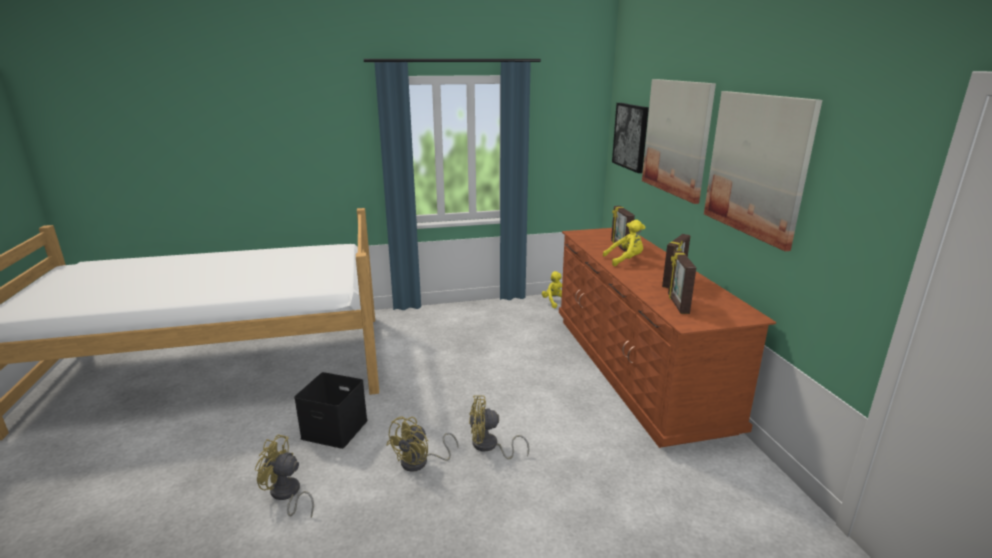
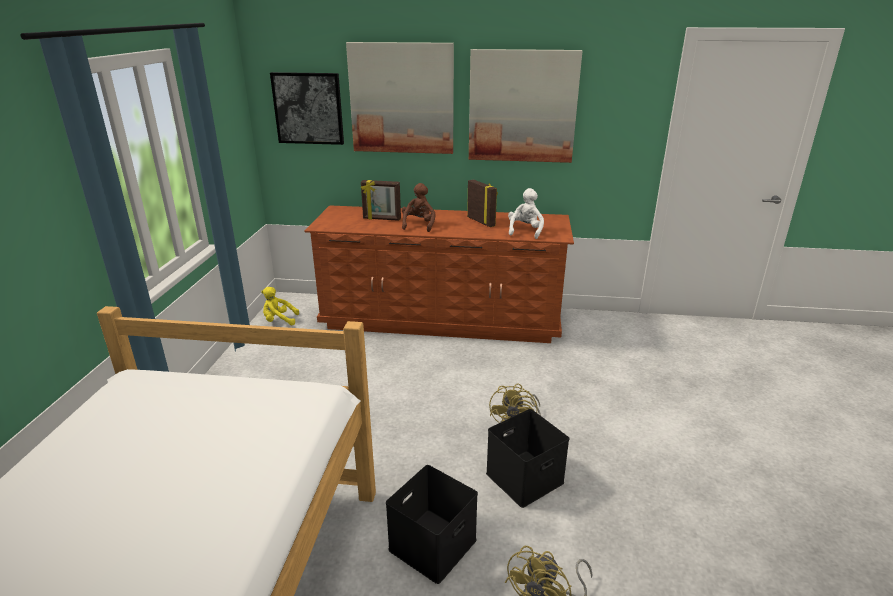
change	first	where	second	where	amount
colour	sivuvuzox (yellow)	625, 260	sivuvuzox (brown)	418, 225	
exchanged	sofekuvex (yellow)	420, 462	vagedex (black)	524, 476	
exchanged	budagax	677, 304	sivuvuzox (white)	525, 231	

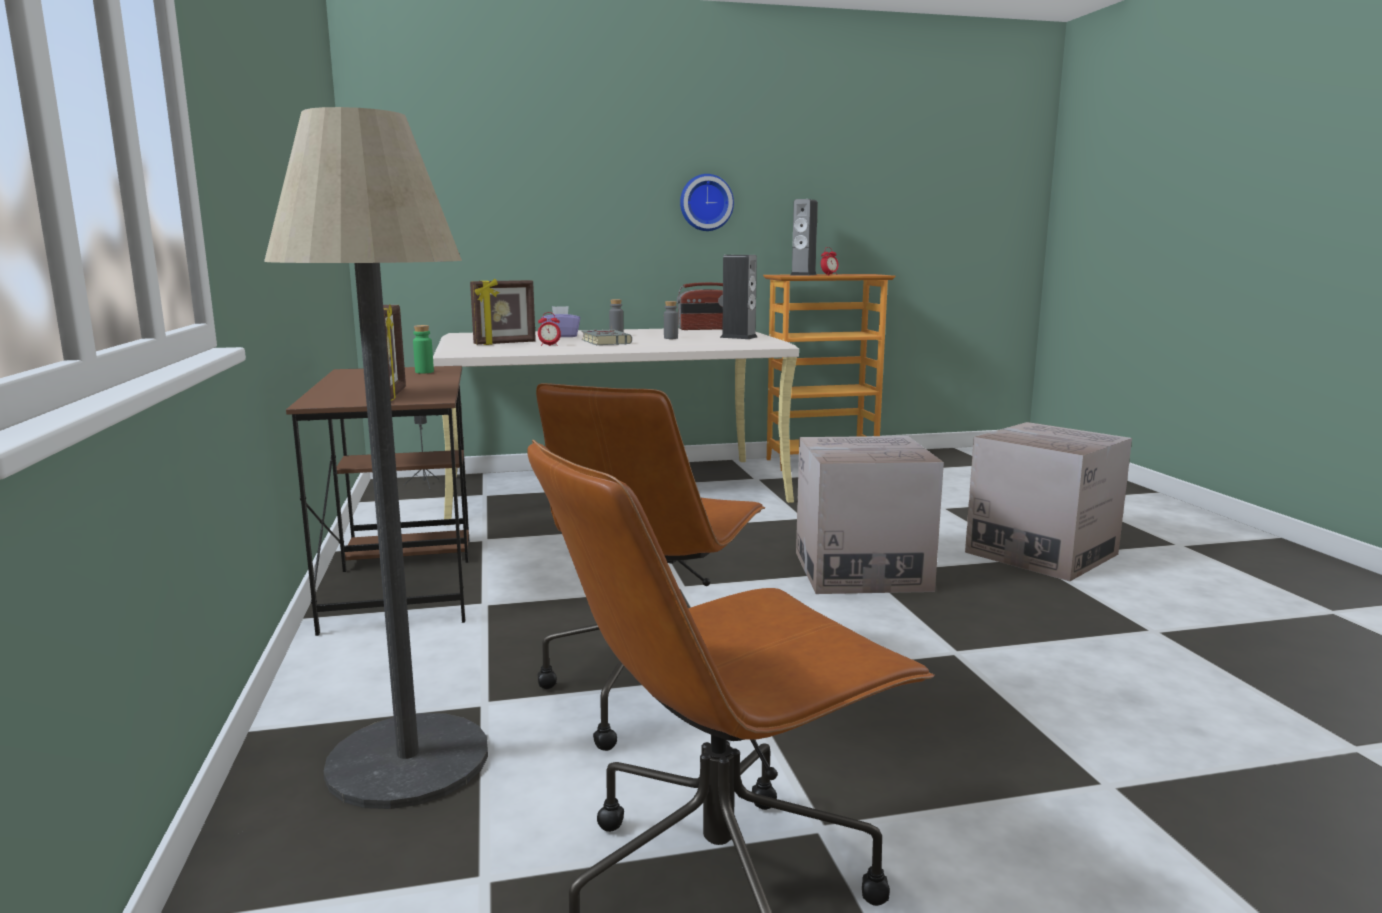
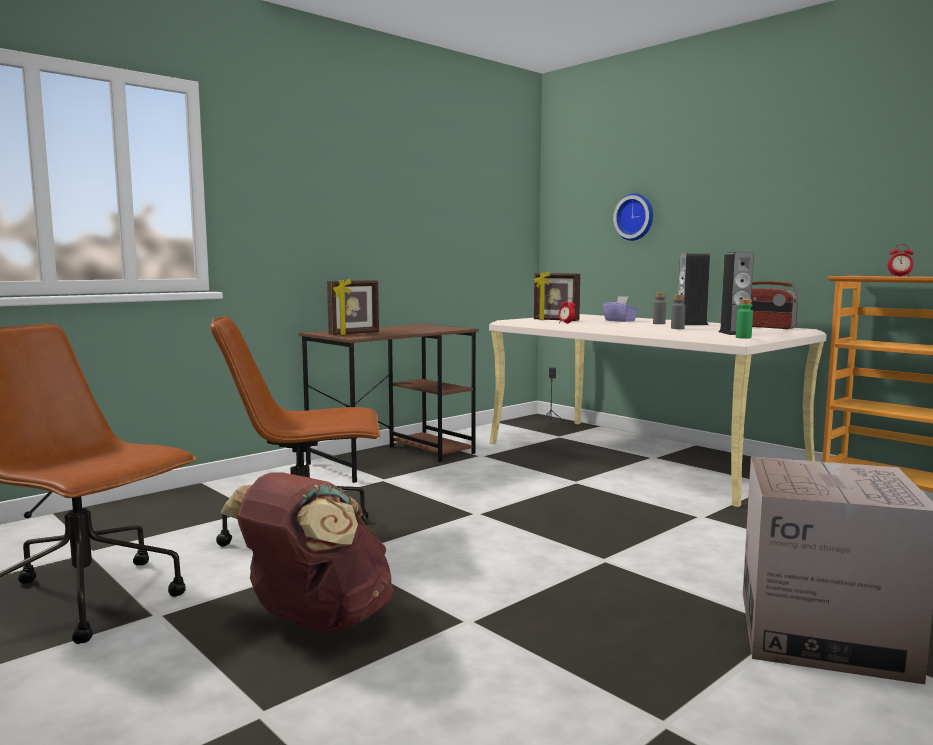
change	first	where	second	where	amount
appeared			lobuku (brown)	316, 621	
relocated	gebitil	705, 202		635, 217	
relocated	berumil	803, 275		691, 324	
relocated	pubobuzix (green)	424, 372		743, 337	
missing	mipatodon	409, 760			
missing	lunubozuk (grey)	605, 342			
missing	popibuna	861, 571			

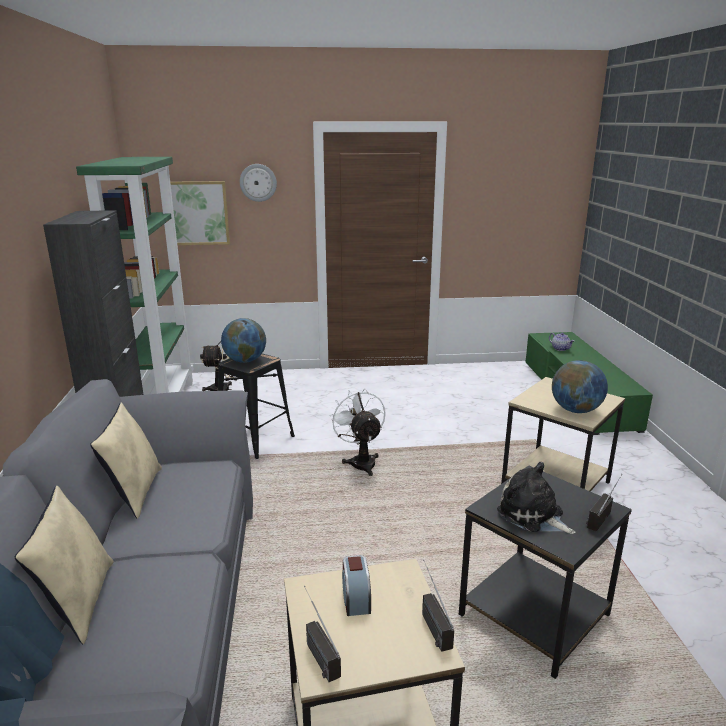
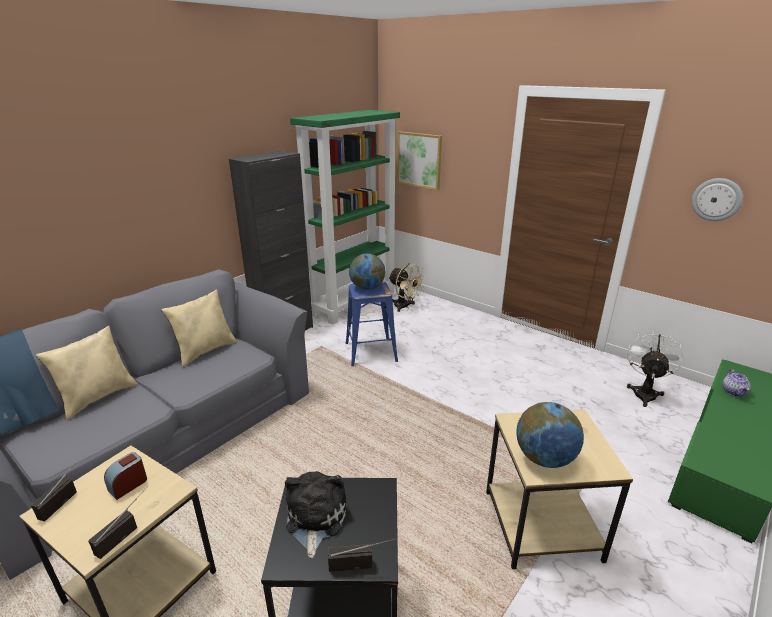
change	first	where	second	where	amount
colour	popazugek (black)	254, 439	popazugek (blue)	370, 351	
relocated	sofekuvex (white)	361, 461		644, 392	
relocated	gebitil	258, 182		716, 199	

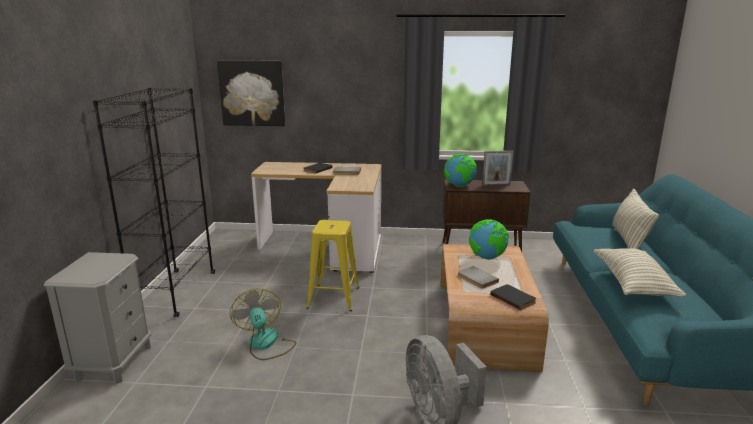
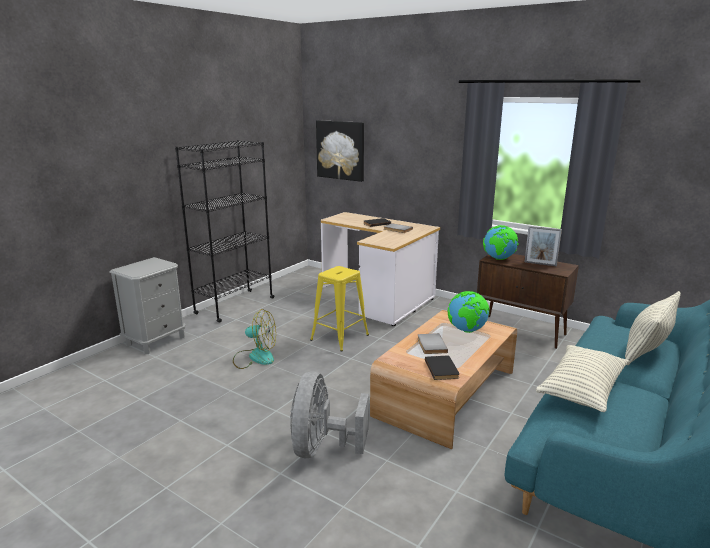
change	first	where	second	where	amount
spun	sofekuvex	265, 344		255, 357	90 degrees clockwise

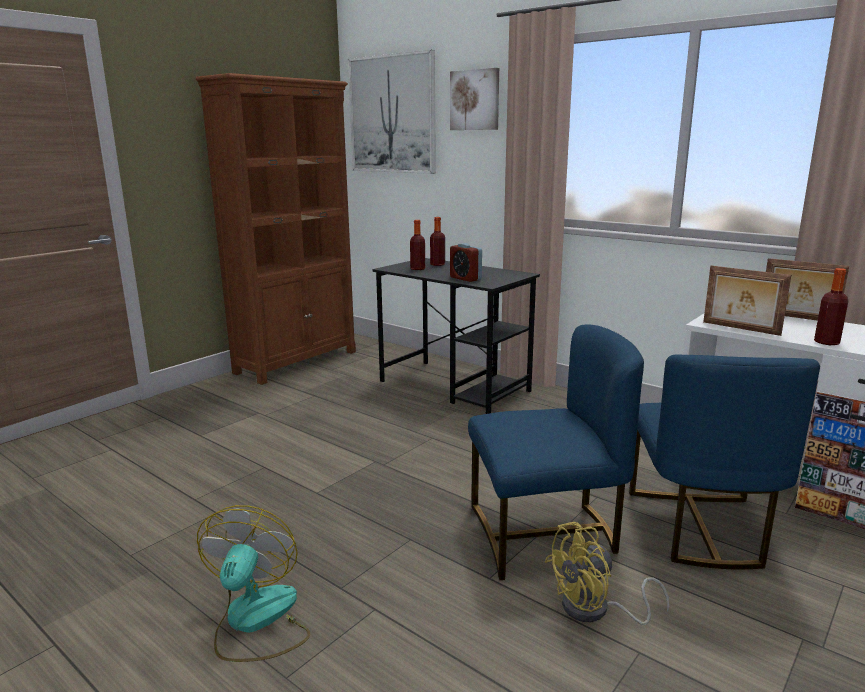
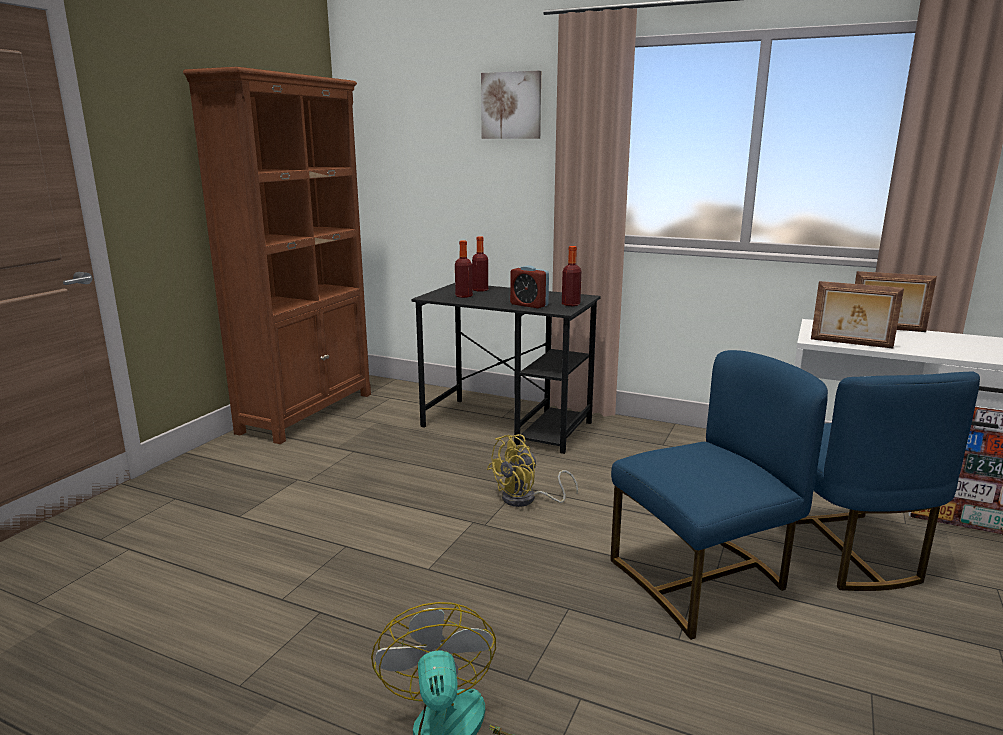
change	first	where	second	where	amount
relocated	sofekuvex (yellow)	595, 610		526, 500	
relocated	pubobuzix	826, 342		570, 304	
missing	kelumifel	392, 114			

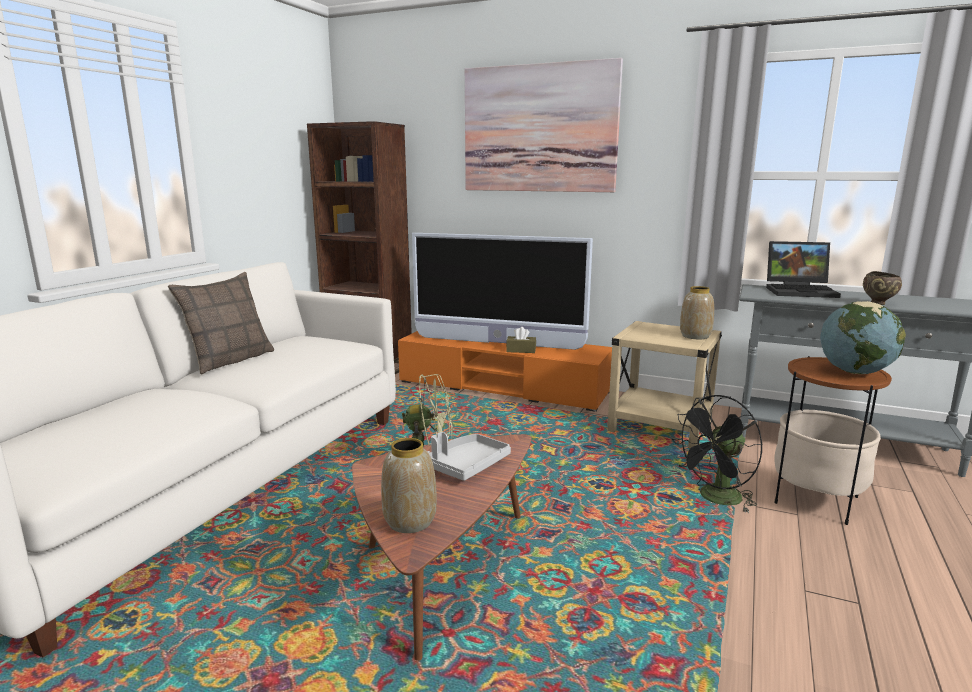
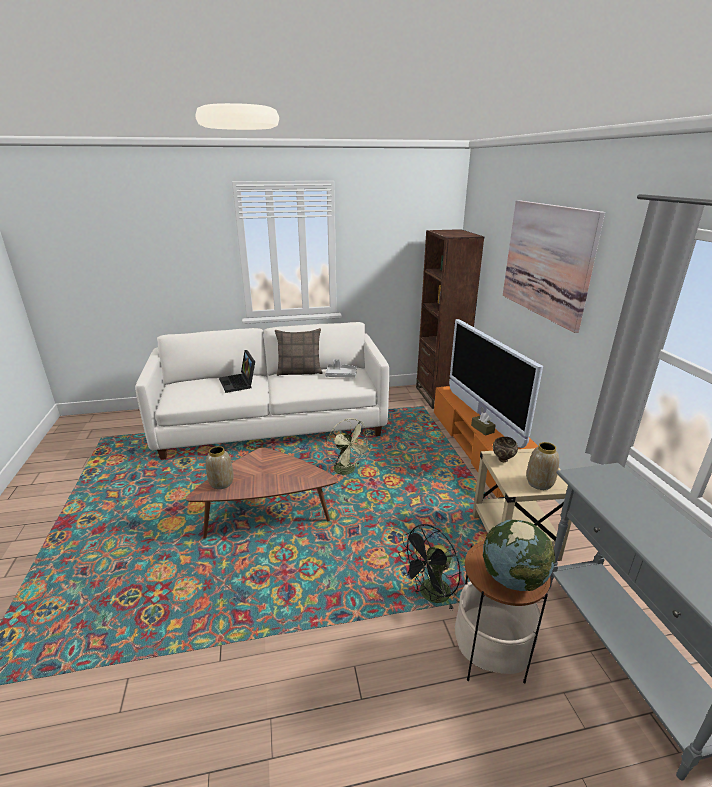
change	first	where	second	where	amount
relocated	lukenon	801, 291		239, 383	
relocated	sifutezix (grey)	466, 465		341, 375	
spun	sofekuvex (black)	715, 499		430, 596	60 degrees counterclockwise
relocated	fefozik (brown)	878, 303		502, 460	

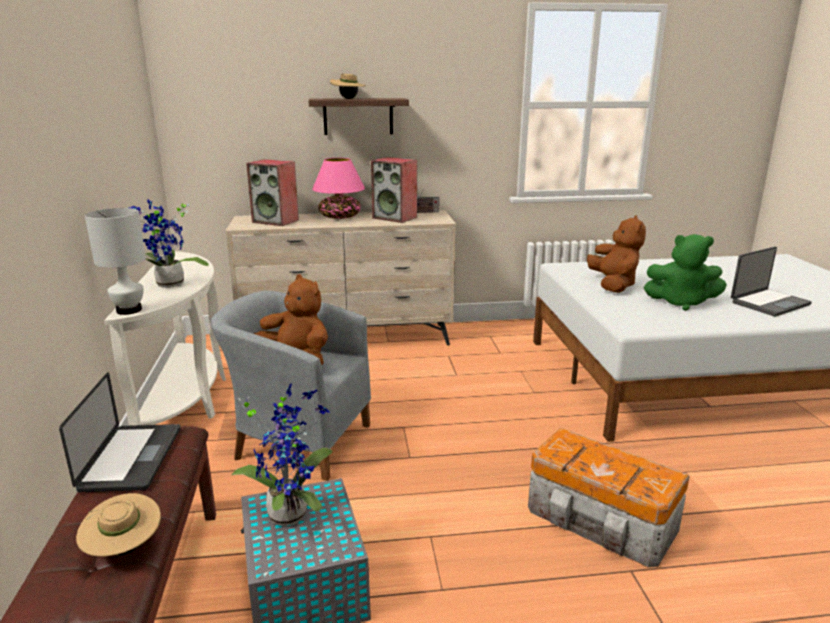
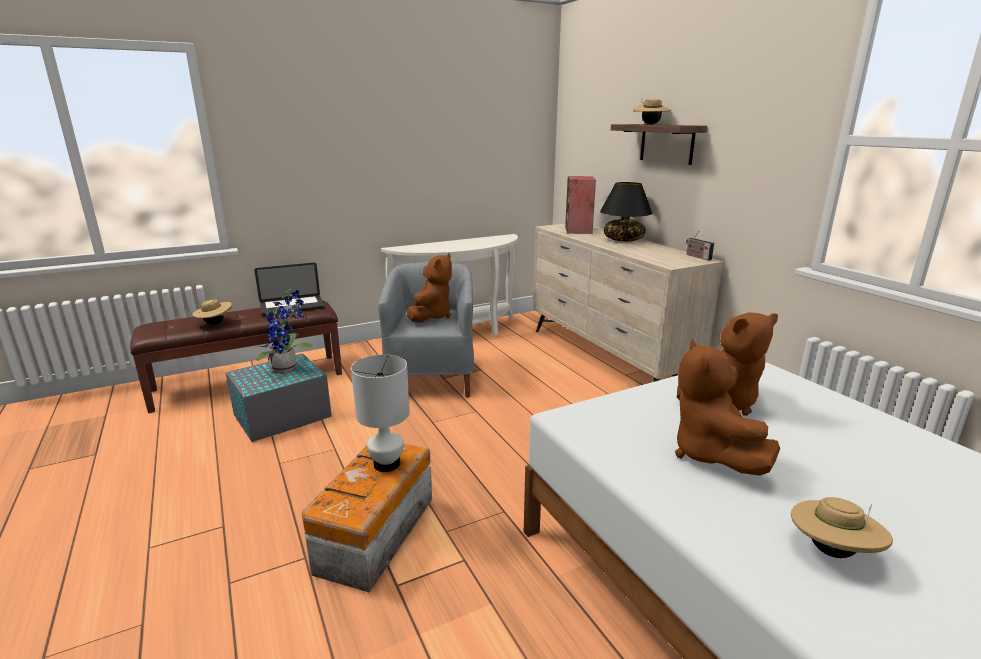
change	first	where	second	where	amount
relocated	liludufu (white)	129, 310		387, 464	
colour	liludufu (pink)	339, 217	liludufu (black)	623, 239	
colour	sivuvuzox (green)	681, 302	sivuvuzox (brown)	711, 454	
exchanged	lukenon	768, 303	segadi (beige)	832, 551	
missing	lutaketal	168, 285			
missing	berumil	395, 218			

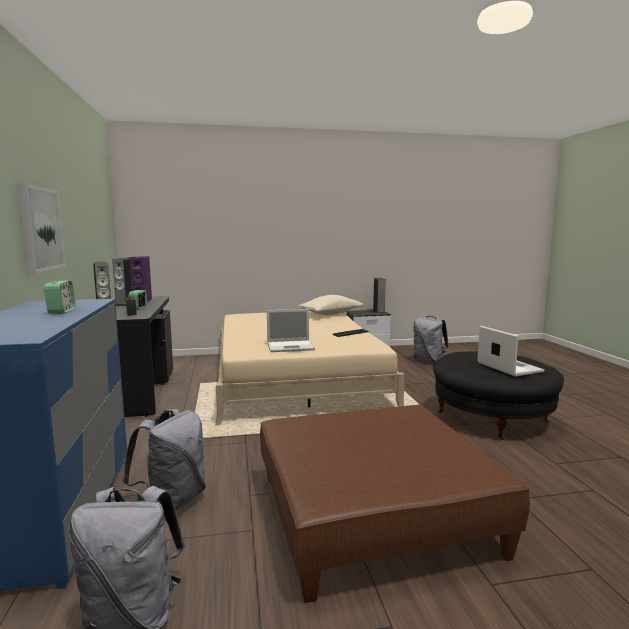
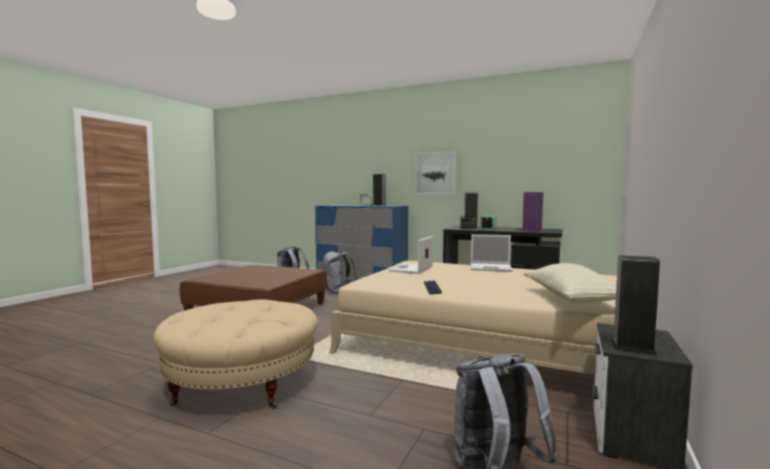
change	first	where	second	where	amount
colour	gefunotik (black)	492, 417	gefunotik (beige)	242, 383	
relocated	berumil	124, 304		379, 205	
relocated	lukenon	508, 367		491, 268	

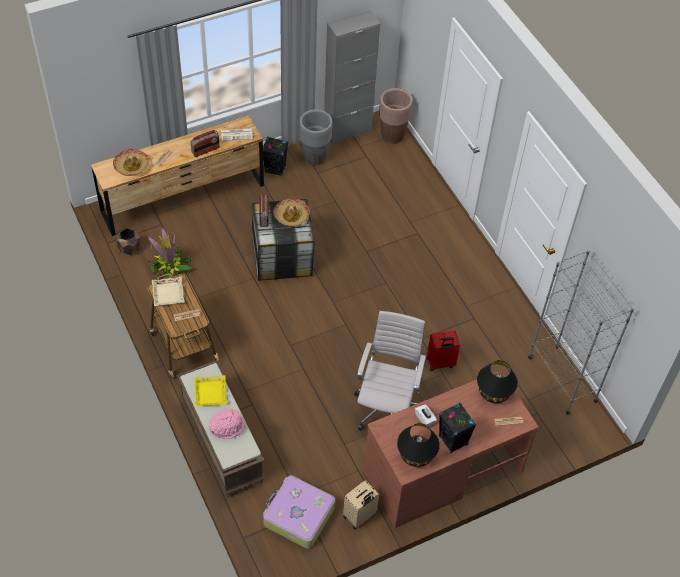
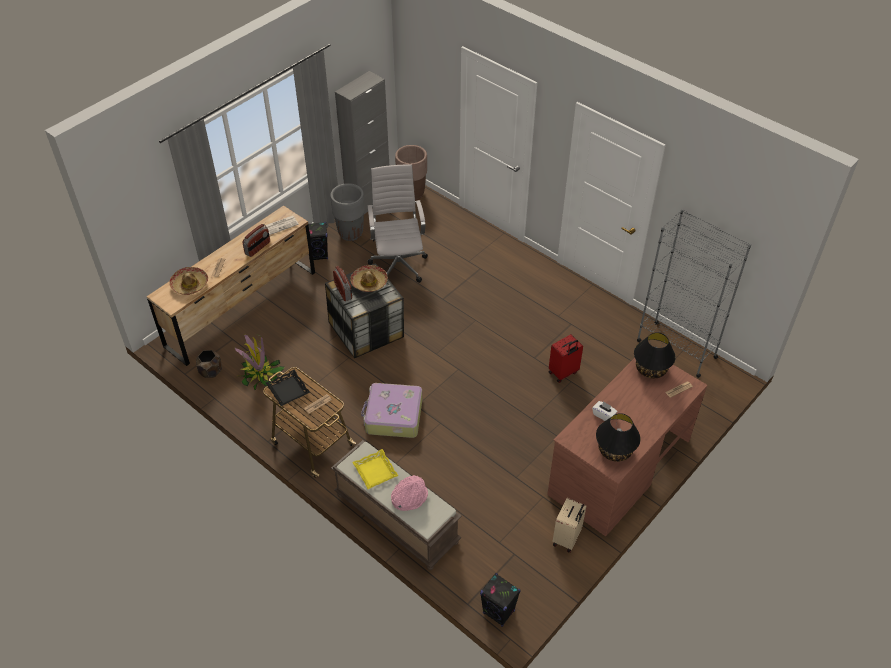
change	first	where	second	where	amount
colour	sifutezix (beige)	168, 293	sifutezix (black)	287, 390	
relocated	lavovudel	298, 516		393, 416	
relocated	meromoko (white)	386, 407		398, 264	
relocated	berumil (black)	453, 440		499, 612	

